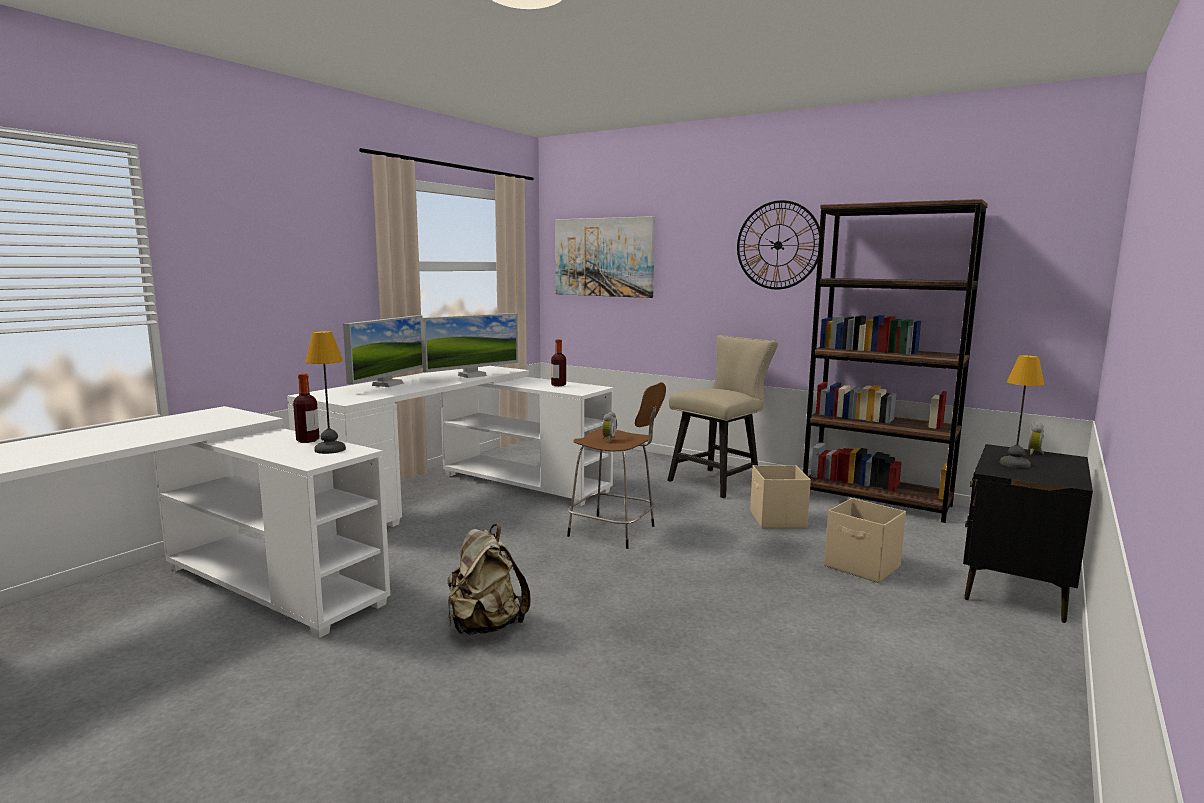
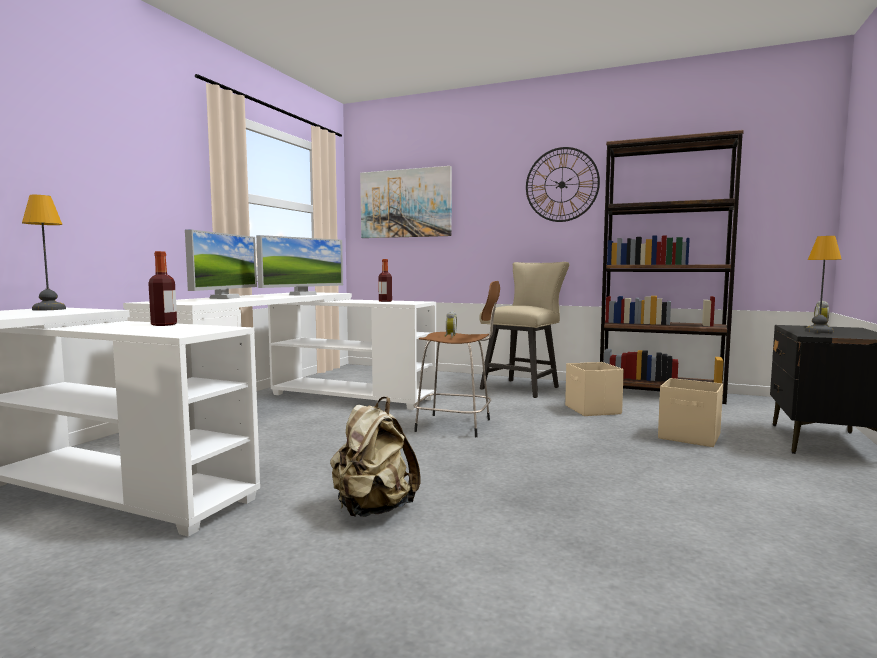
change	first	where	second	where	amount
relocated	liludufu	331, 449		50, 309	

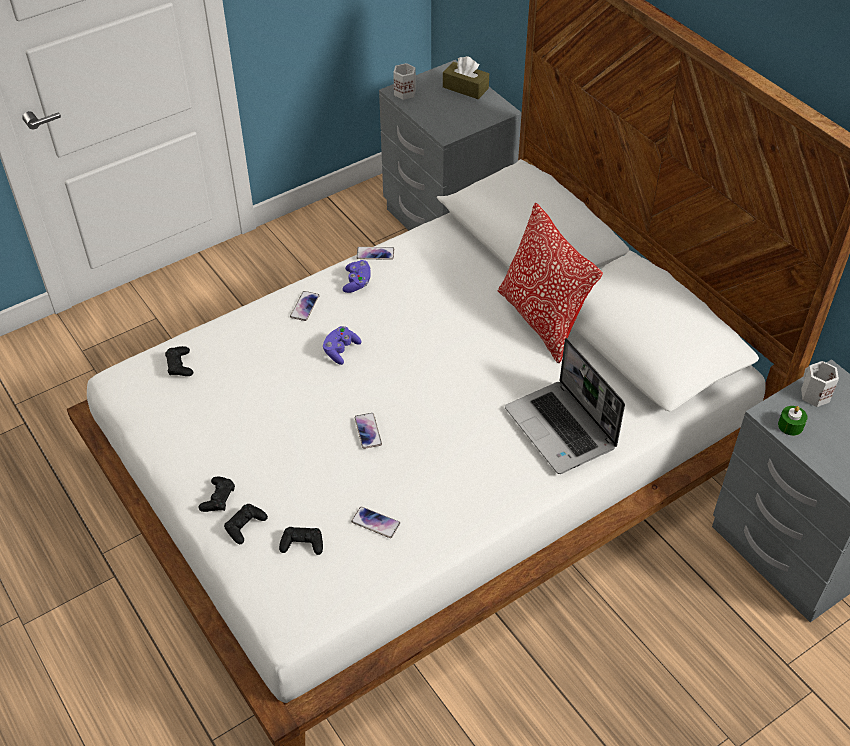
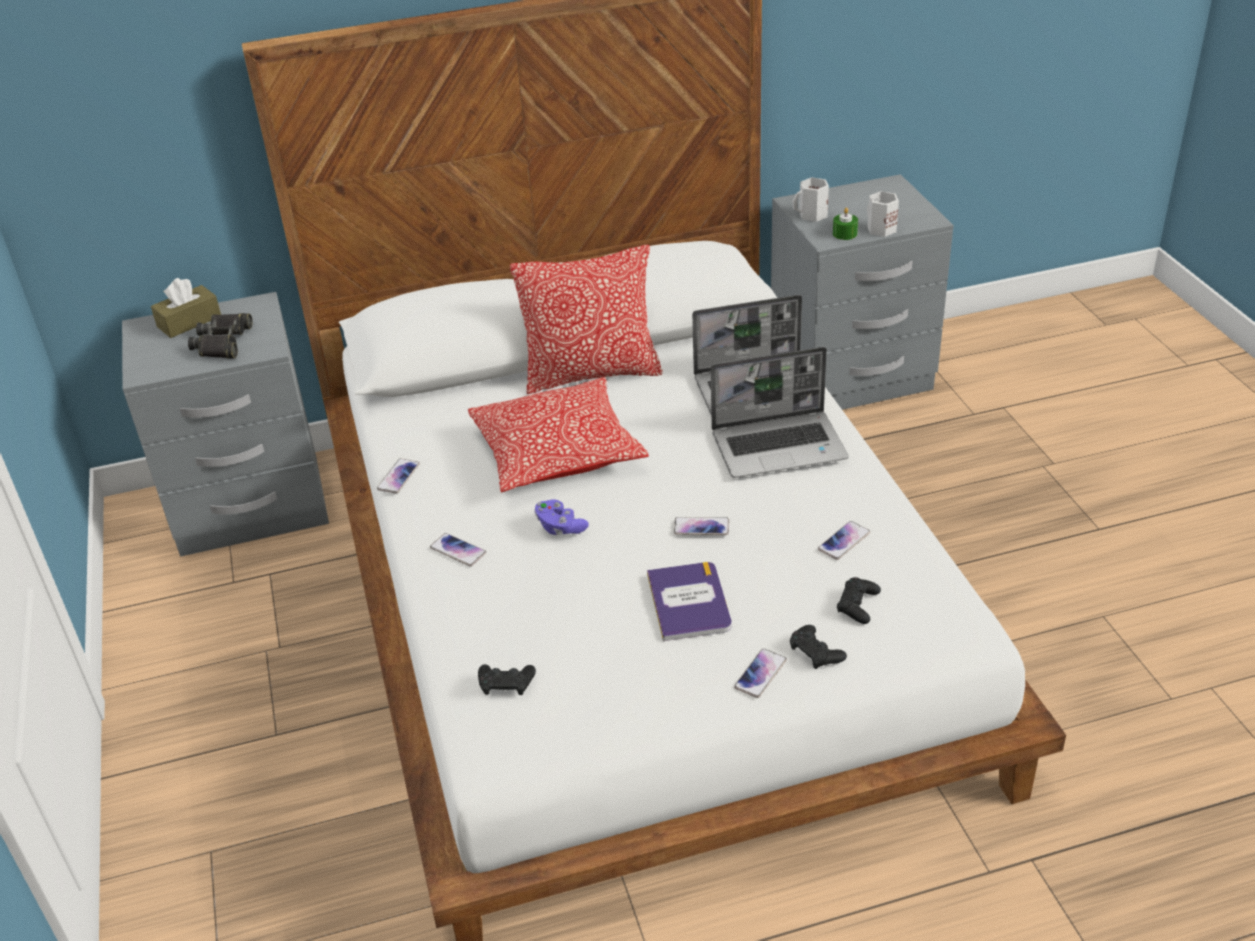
change	first	where	second	where	amount
appeared			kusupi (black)	223, 342	
appeared			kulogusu	557, 453	
appeared			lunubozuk	689, 602	
appeared			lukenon	780, 446	
exchanged	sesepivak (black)	218, 498	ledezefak	760, 674	
relocated	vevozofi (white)	405, 92		880, 229	
missing	sesepivak (purple)	357, 282			

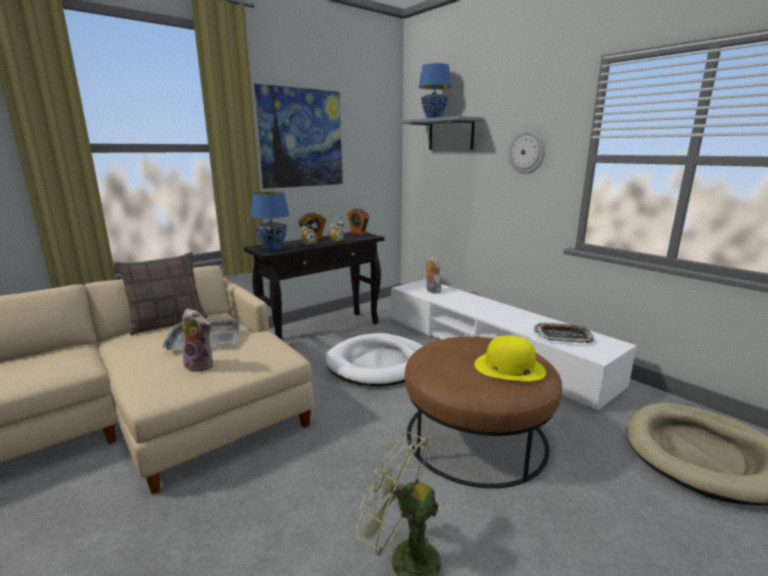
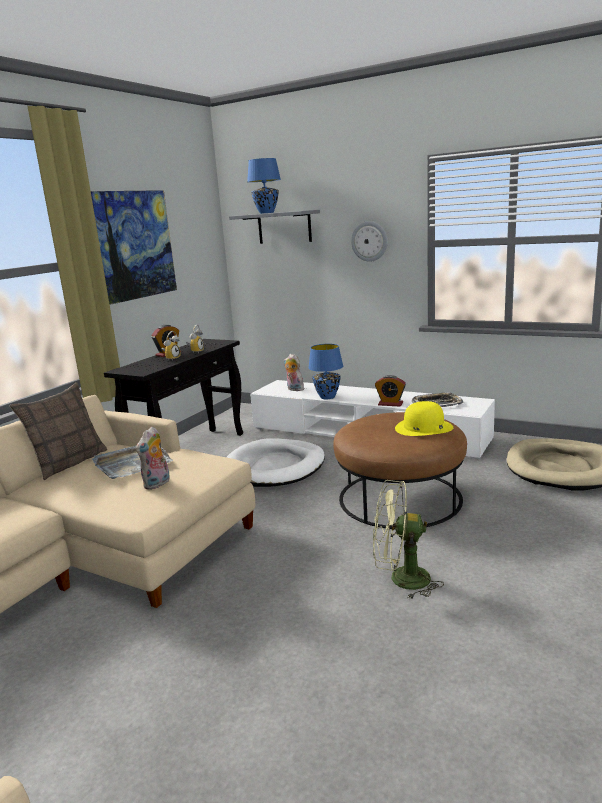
change	first	where	second	where	amount
spun	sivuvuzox	201, 365		157, 484	120 degrees clockwise
relocated	liludufu (blue)	272, 249		327, 397	
relocated	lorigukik	358, 233		390, 404	

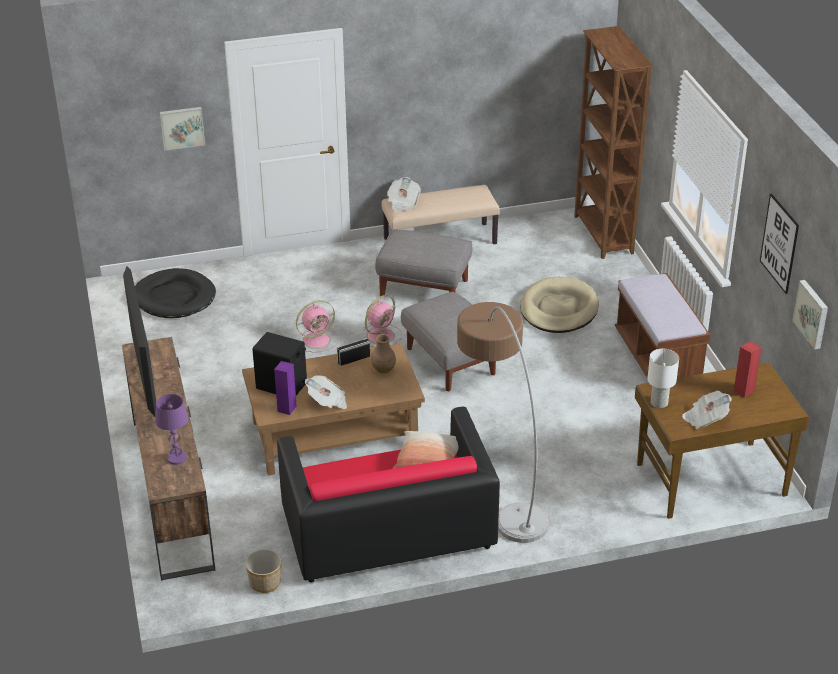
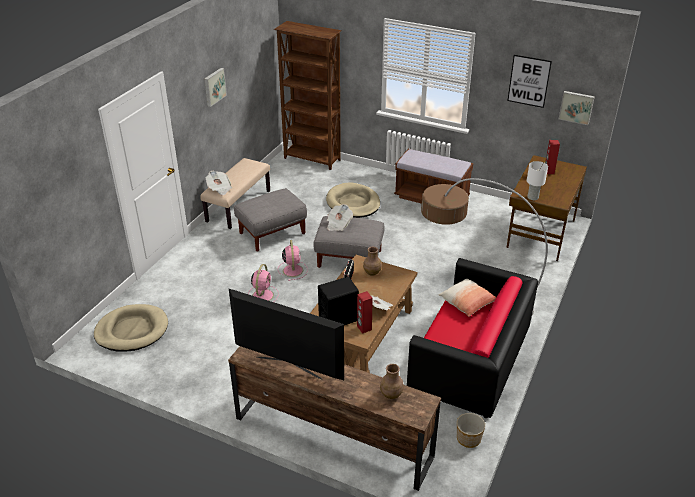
change	first	where	second	where	amount
colour	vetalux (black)	174, 297	vetalux (beige)	132, 330	
relocated	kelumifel	182, 127		214, 86	
relocated	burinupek	705, 419		338, 224	
colour	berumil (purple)	286, 409	berumil (red)	364, 328	
exchanged	liludufu (purple)	176, 458	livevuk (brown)	391, 394	

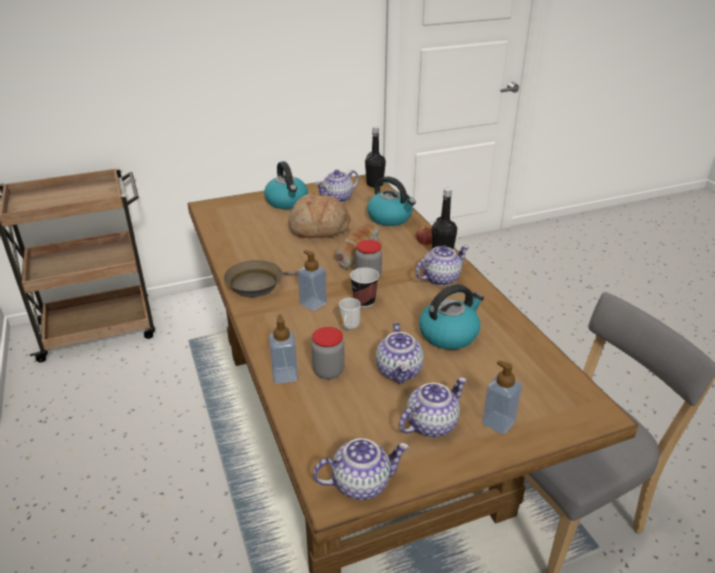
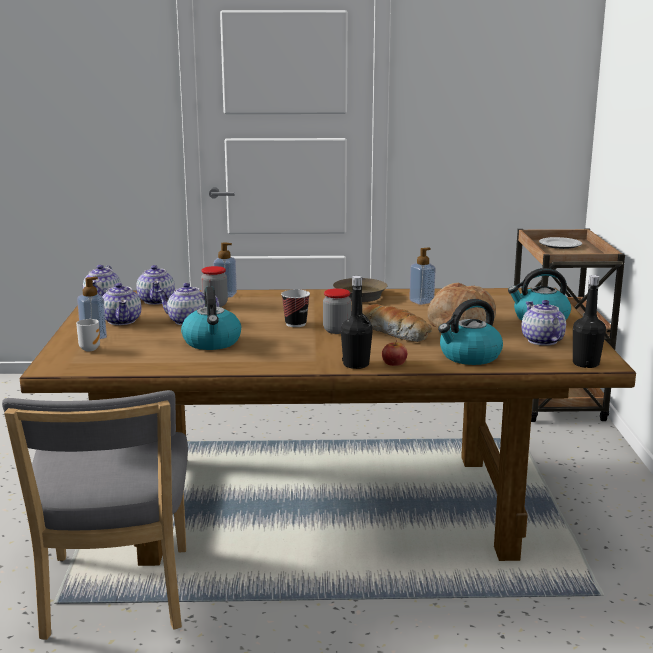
change	first	where	second	where	amount
relocated	vevozofi	348, 327		89, 349	
relocated	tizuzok	440, 278		157, 301	
relocated	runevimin	313, 304		421, 301	
appeared			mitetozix	560, 245	

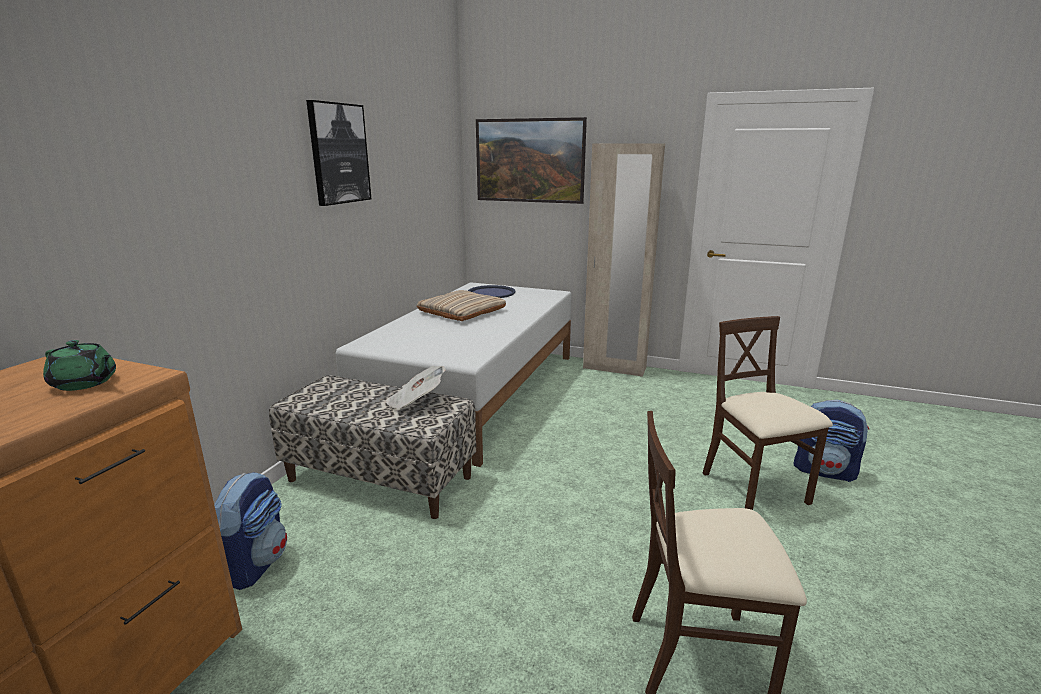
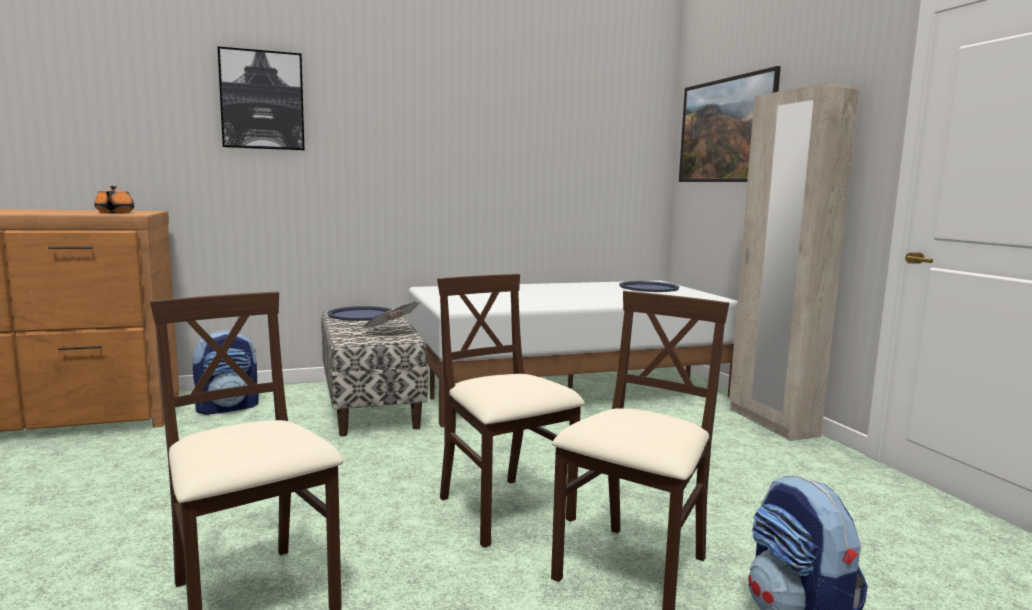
change	first	where	second	where	amount
colour	tizuzok (green)	85, 383	tizuzok (orange)	114, 213	
relocated	kelumifel	339, 154		262, 100	
appeared			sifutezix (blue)	361, 315	
appeared			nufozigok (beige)	504, 510	
missing	kulogusu (beige)	461, 311			

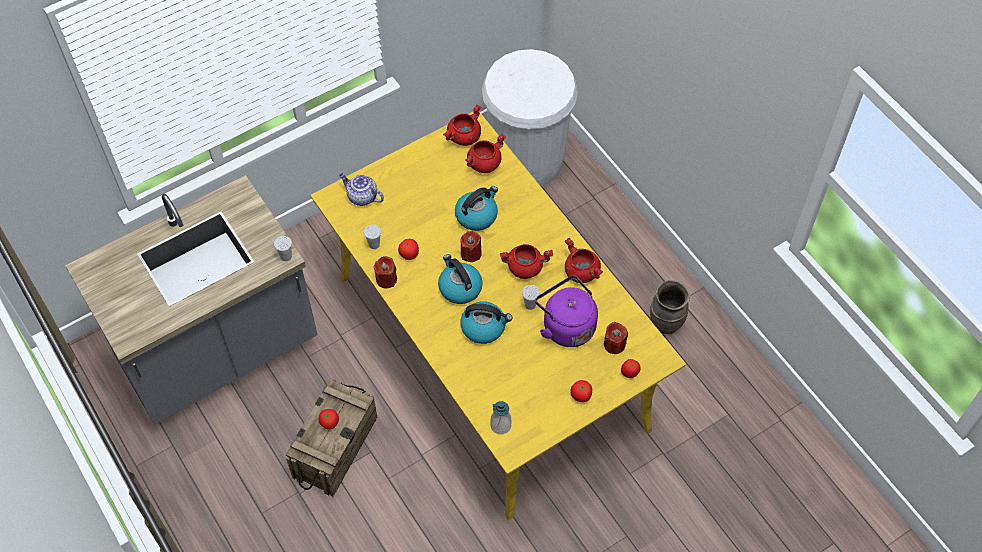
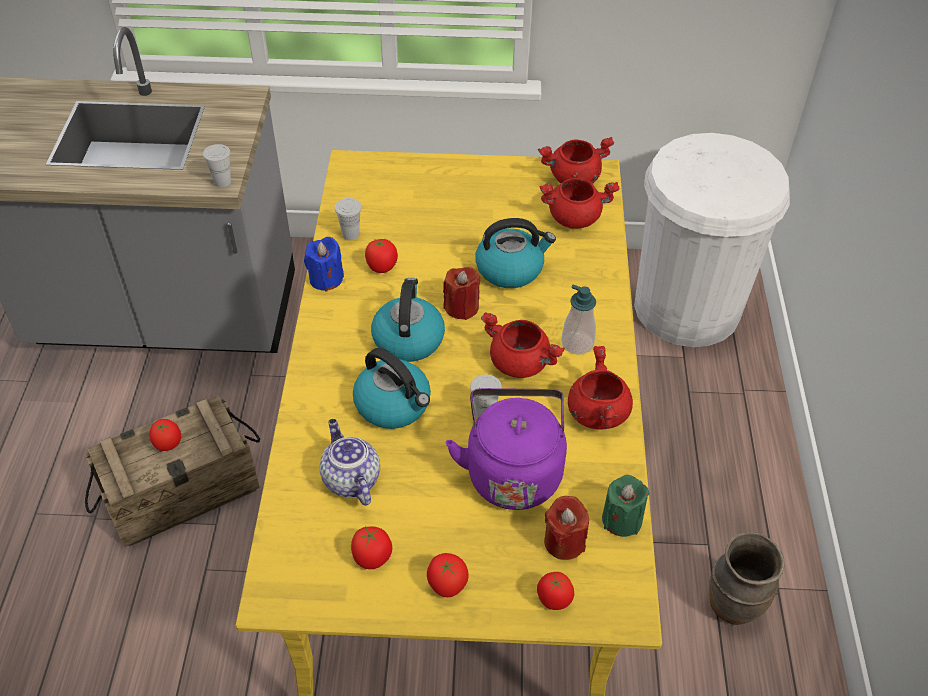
change	first	where	second	where	amount
colour	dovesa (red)	386, 279	dovesa (blue)	326, 279	
relocated	tizuzok	362, 197		350, 479	
appeared			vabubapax	373, 557	
relocated	runevimin	500, 425		577, 343	
appeared			dovesa (green)	622, 519	

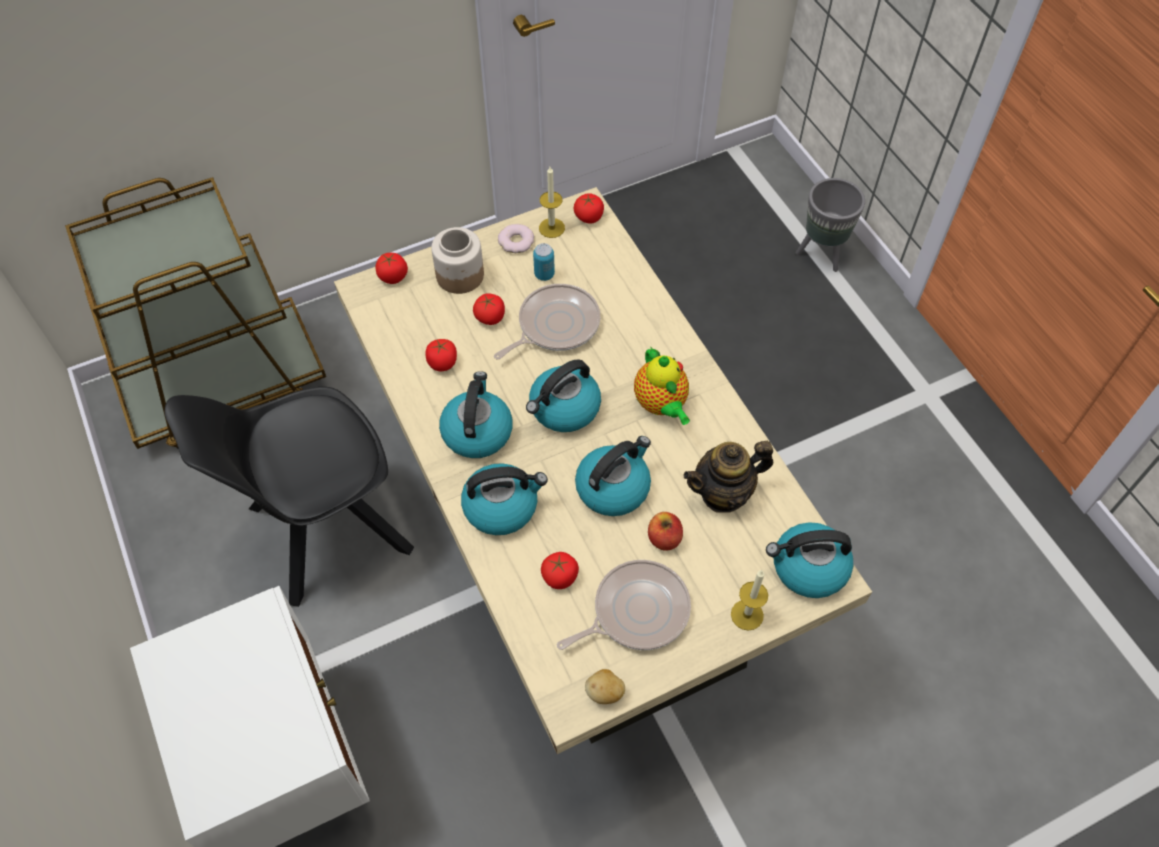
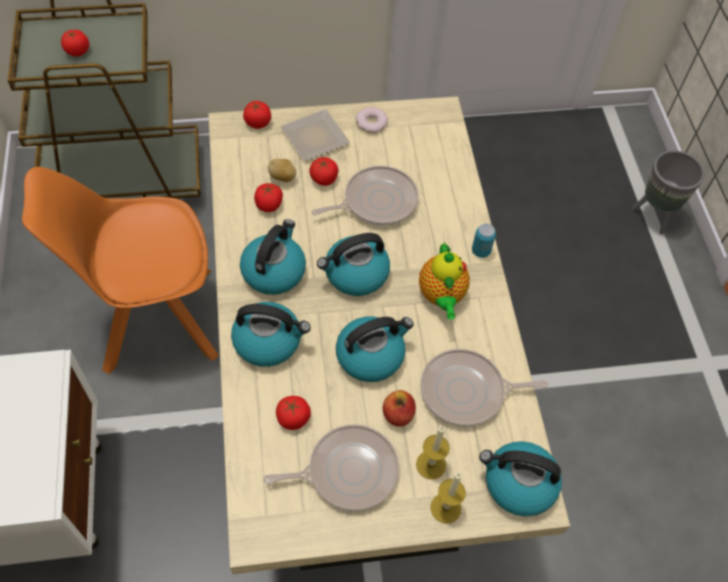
change	first	where	second	where	amount
colour	nufozigok (black)	325, 530	nufozigok (orange)	154, 319	
relocated	vabubapax	589, 217		77, 51	
relocated	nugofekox	604, 692		282, 177	
exchanged	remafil	459, 275	mitetozix	312, 137	
relocated	dovesa	551, 228		431, 464	
exchanged	tizuzok	723, 493	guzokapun	466, 392	
relocated	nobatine	544, 274		481, 251	

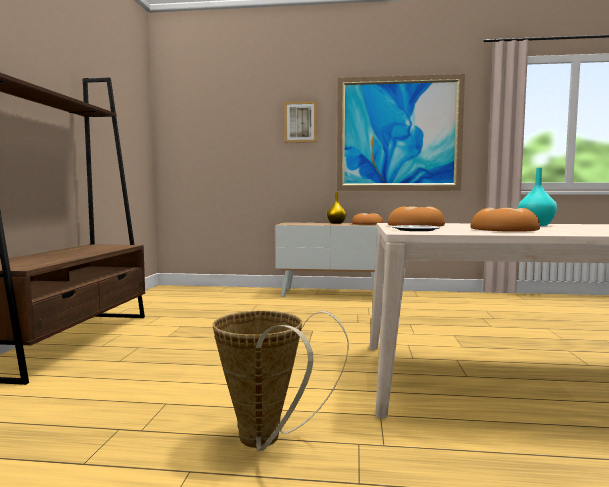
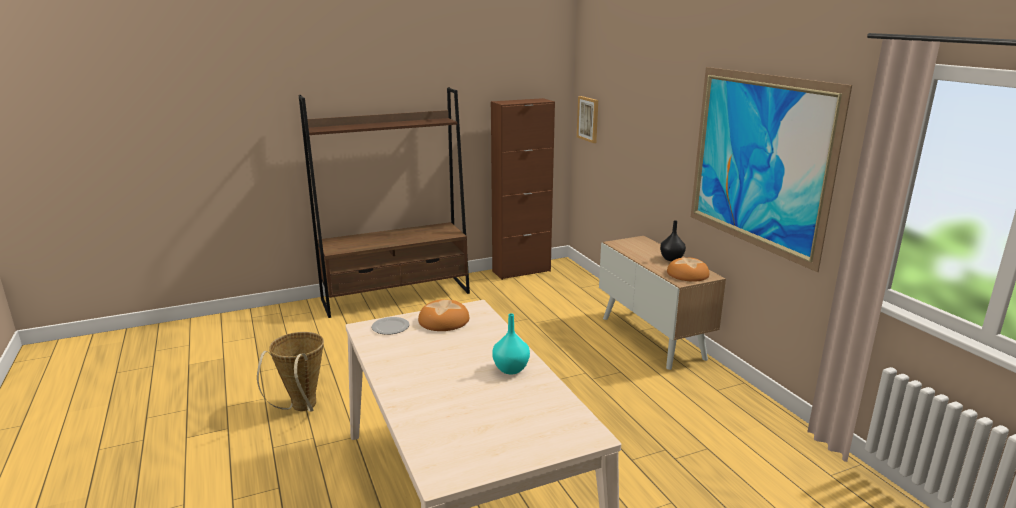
change	first	where	second	where	amount
appeared			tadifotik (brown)	521, 271	
relocated	kelumifel	300, 122		588, 119	
colour	livevuk (yellow)	336, 223	livevuk (black)	671, 259	
missing	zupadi	503, 230			

